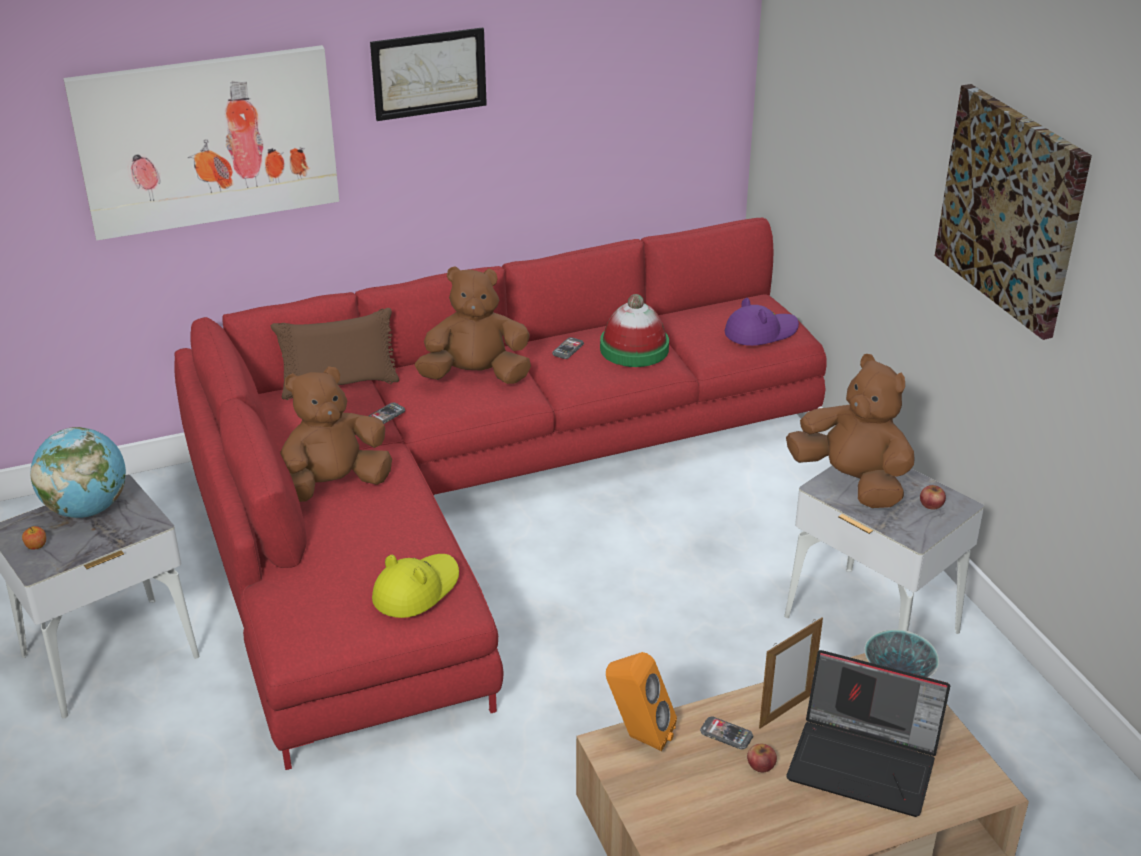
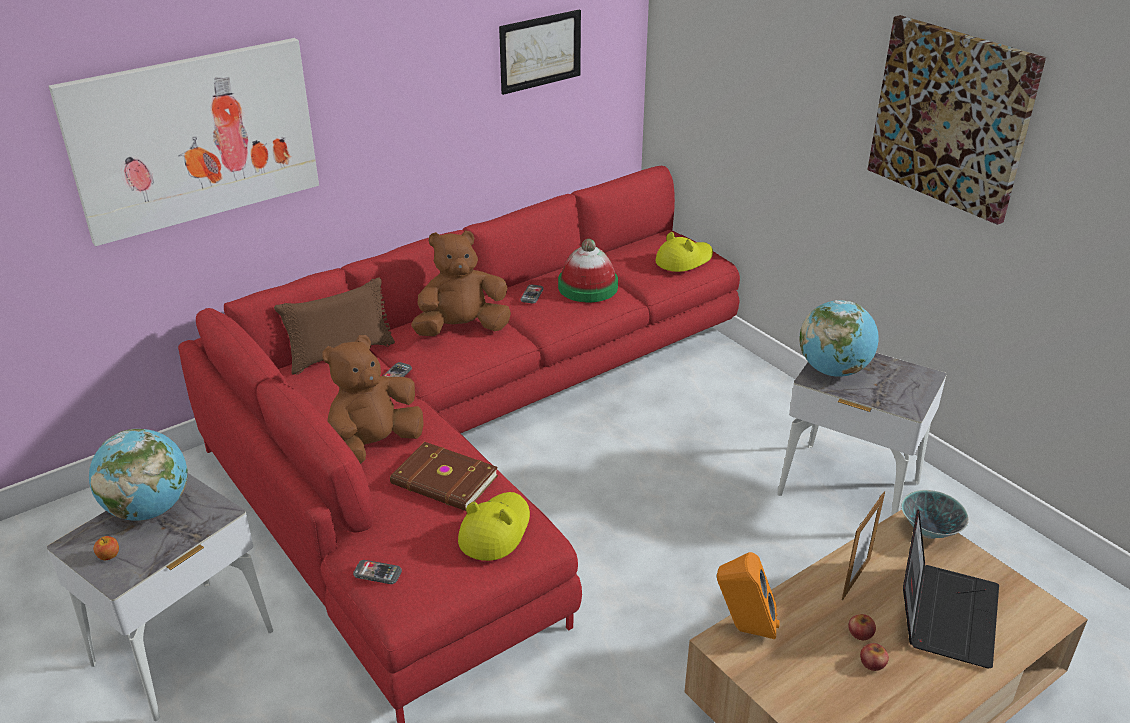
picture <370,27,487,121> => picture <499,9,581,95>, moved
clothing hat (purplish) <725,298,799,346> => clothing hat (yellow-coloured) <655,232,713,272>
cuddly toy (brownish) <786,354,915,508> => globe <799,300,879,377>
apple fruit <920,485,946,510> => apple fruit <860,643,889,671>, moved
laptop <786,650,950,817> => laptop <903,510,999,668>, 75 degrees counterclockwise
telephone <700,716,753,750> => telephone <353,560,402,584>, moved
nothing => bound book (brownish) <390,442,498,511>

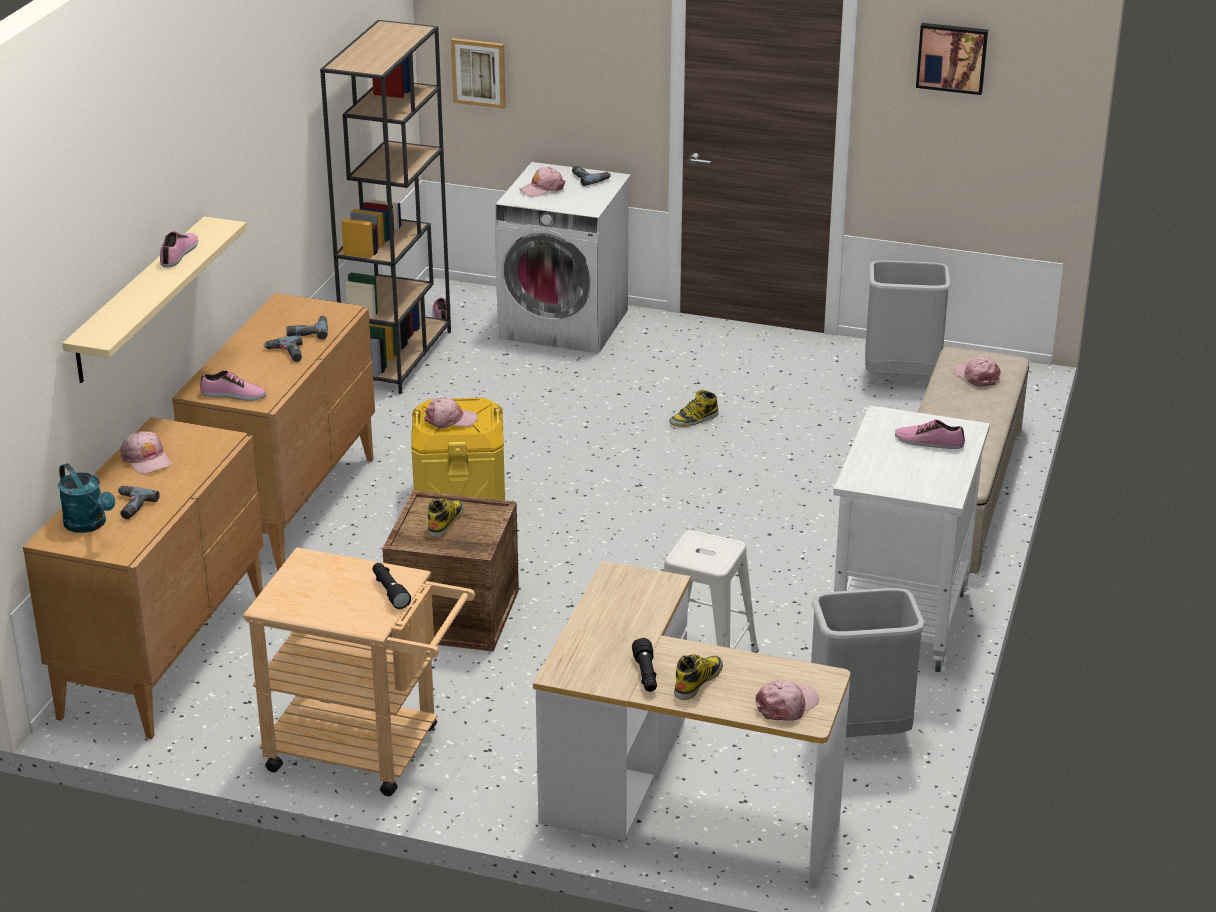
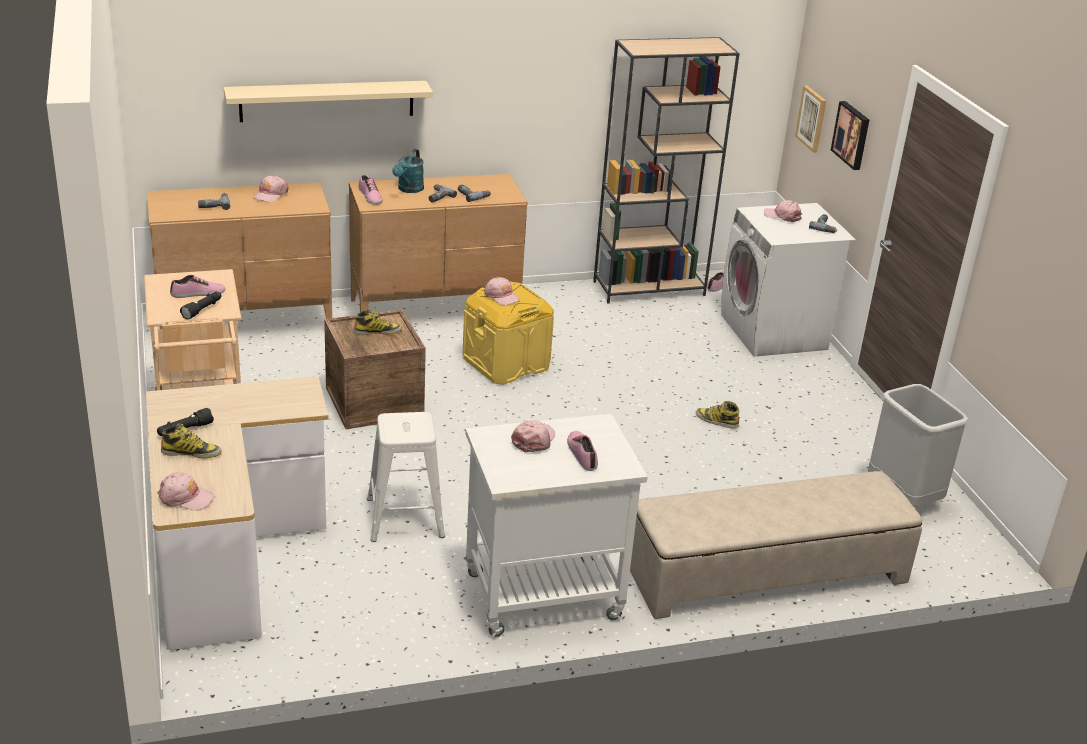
picture <916,23,988,95> => picture <831,101,869,170>, moved
item of footwear <160,231,198,268> => item of footwear <170,275,226,298>, moved
baseball cap (pinkish) <953,357,1001,387> => baseball cap (pinkish) <511,420,555,452>, moved
watering pot (blue-green) <58,463,115,533> => watering pot (blue-green) <392,149,424,193>, moved
rubbish bin (gray) <811,588,925,737> => nothing

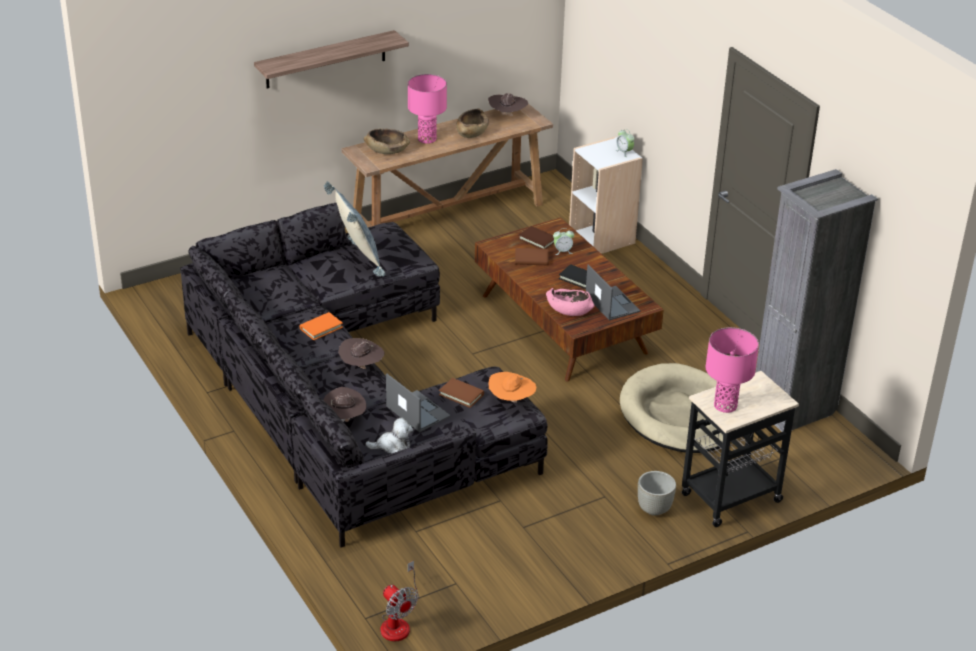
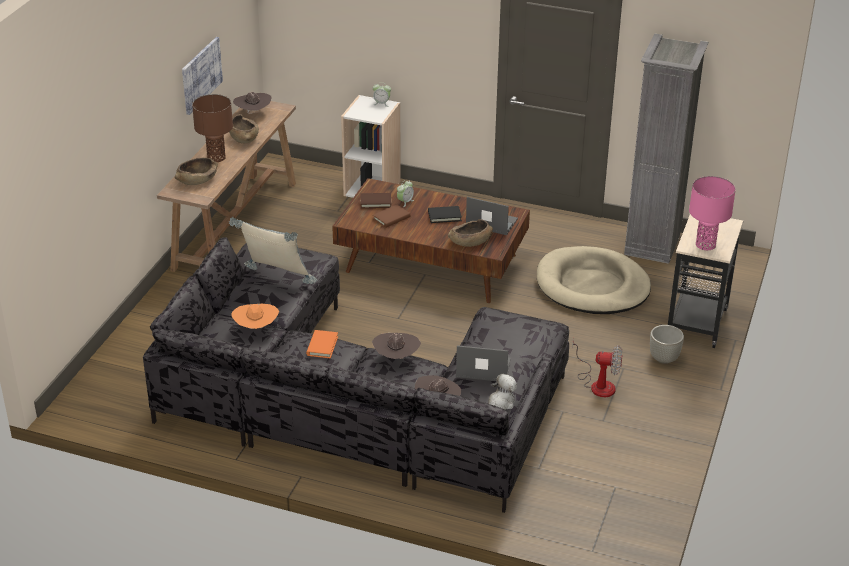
shelf <254,30,409,89> => nothing
lamp for a table (pinkish) <408,74,447,144> => lamp for a table (brownish) <192,94,233,162>
bowl (pinkish) <546,288,594,316> => bowl (brownish) <448,219,493,247>
clothing hat (orangey) <488,372,536,403> => clothing hat (orangey) <231,304,279,329>, moved
bound book (brownish) <439,378,484,408> => nothing
electric fan <380,561,419,641> => electric fan <572,338,622,397>, moved
nothing => picture <182,37,223,115>

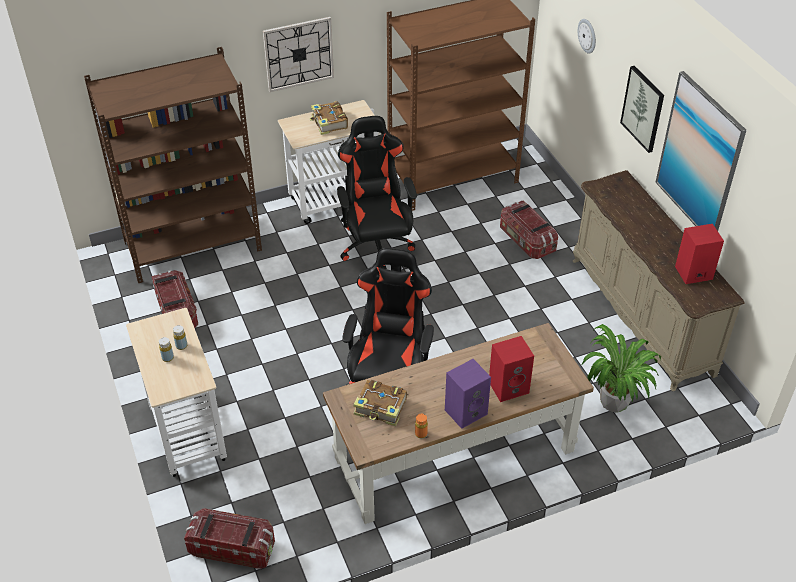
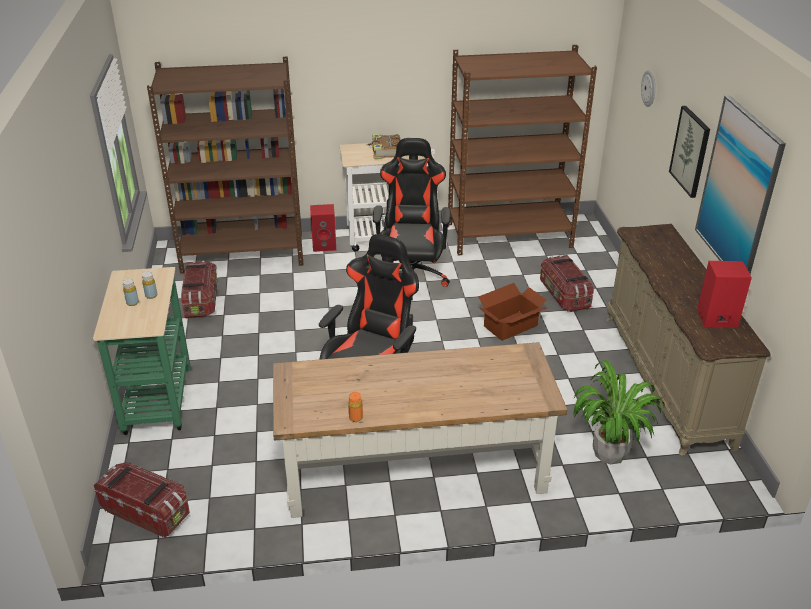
hanging clock <263,17,334,92> => nothing
cart (white) <126,308,227,477> => cart (greenish) <93,267,191,435>
speaker (red-coloured) <489,336,534,402> => speaker (red-coloured) <310,204,336,252>, moved
speaker (purplish) <445,359,491,429> => nothing
bound book <353,380,407,426> => nothing
nothing => packing box <478,283,547,341>

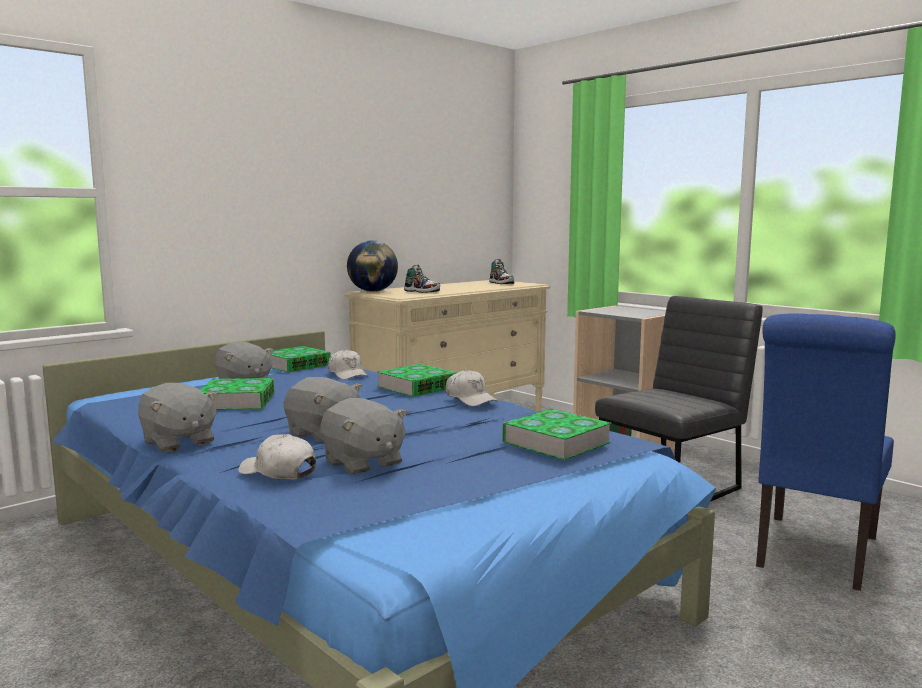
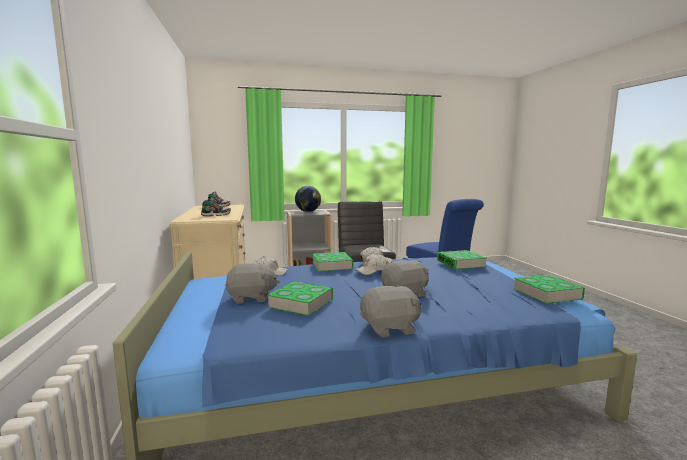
globe <347,240,398,292> => globe <295,186,321,212>, moved
bound book <270,346,331,372> => bound book <513,275,585,304>, moved
cuddly toy (gray) <321,398,408,475> => nothing
baseball cap (white) <238,434,316,480> => baseball cap (white) <355,253,388,275>, moved

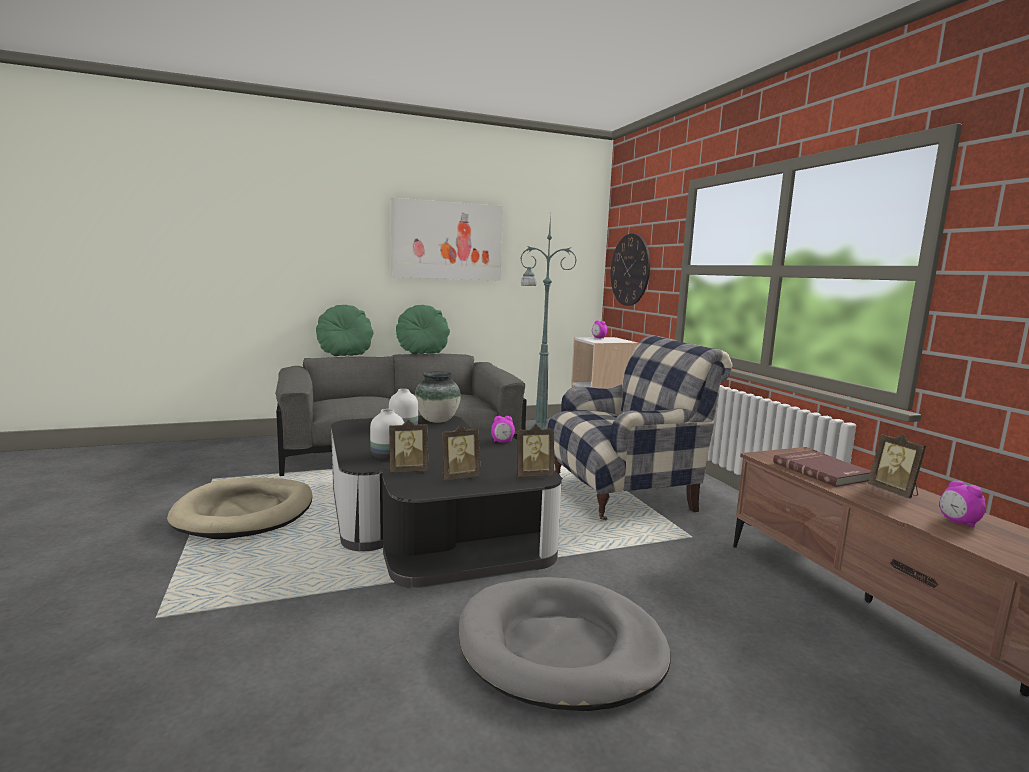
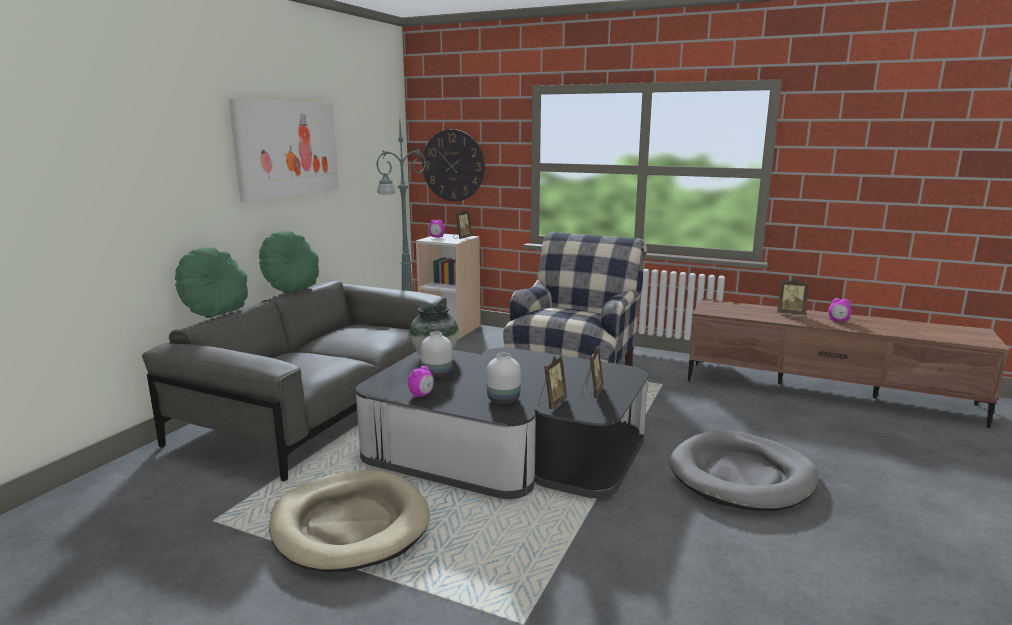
bedside clock <491,416,515,443> => bedside clock <408,366,434,398>, moved
picture frame <517,424,554,477> => picture frame <453,209,472,239>, moved
bound book (red-coloured) <773,450,871,487> => nothing

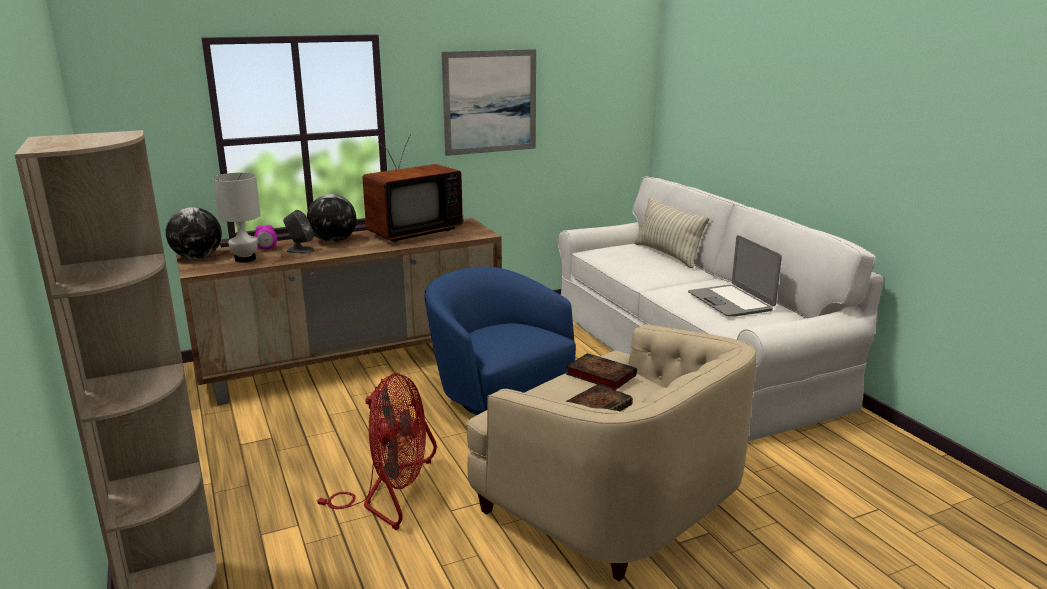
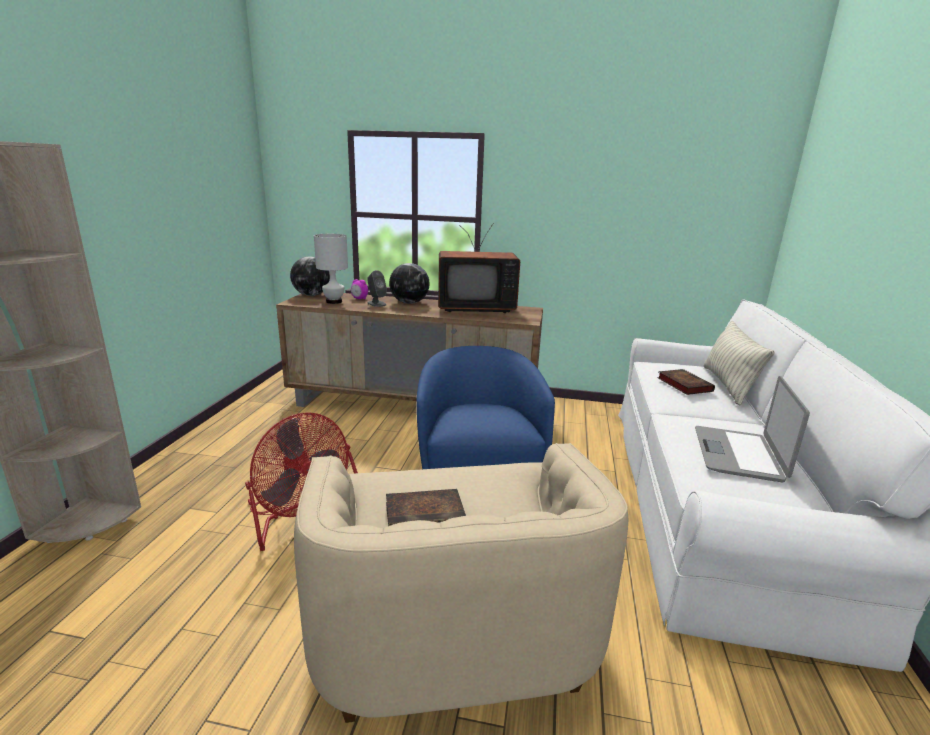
picture <441,49,536,156> => nothing
bound book <566,353,637,390> => bound book <657,369,715,395>, moved

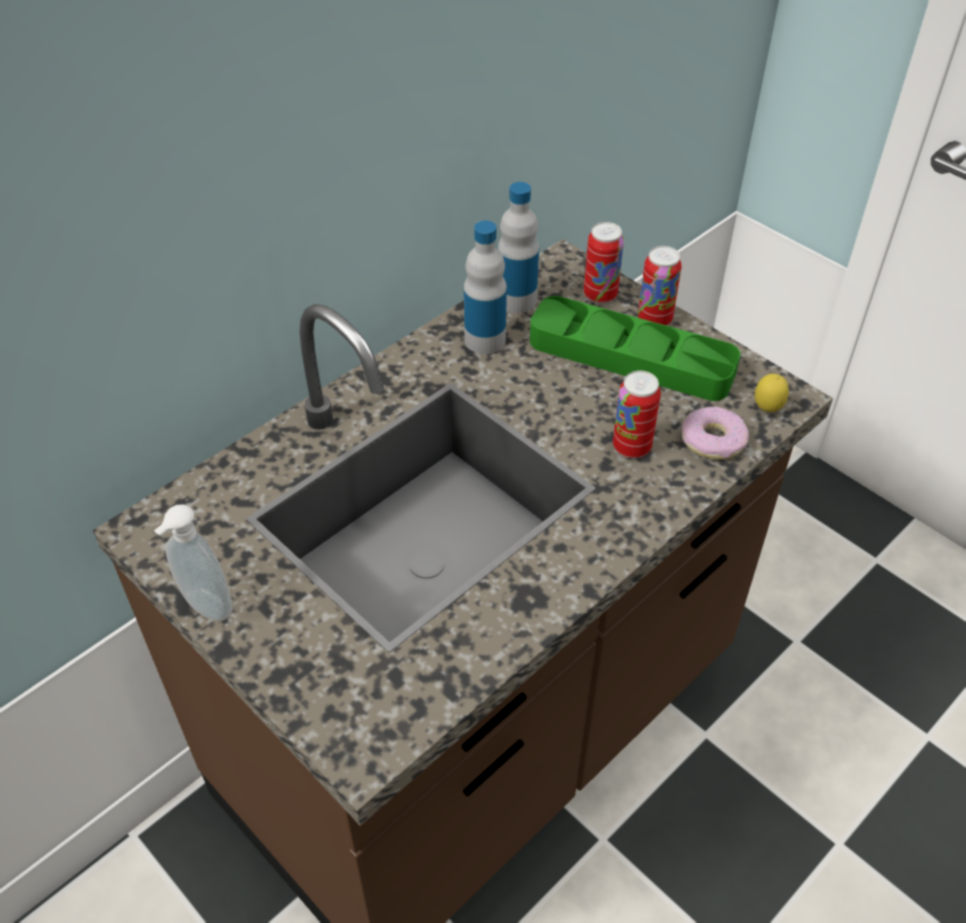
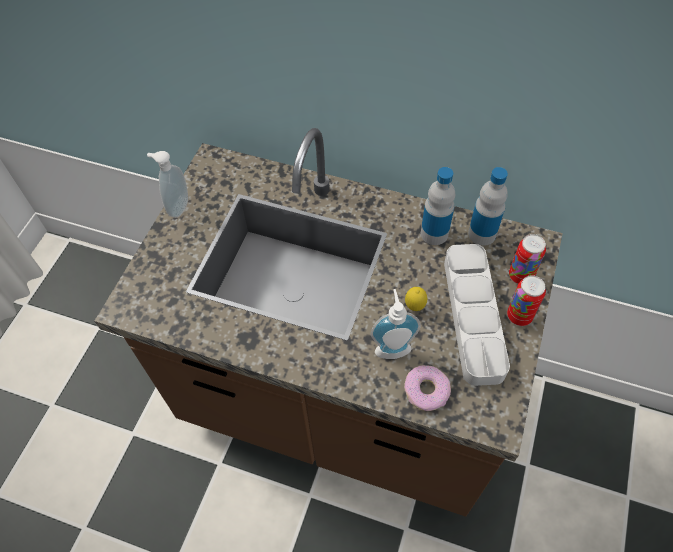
carrying tray (greenish) <530,296,741,401> => carrying tray (gray) <444,244,510,386>
sealed can <613,371,661,458> => soap bottle <371,289,421,359>
citrus fruit <755,374,789,412> => citrus fruit <405,287,427,311>, moved

